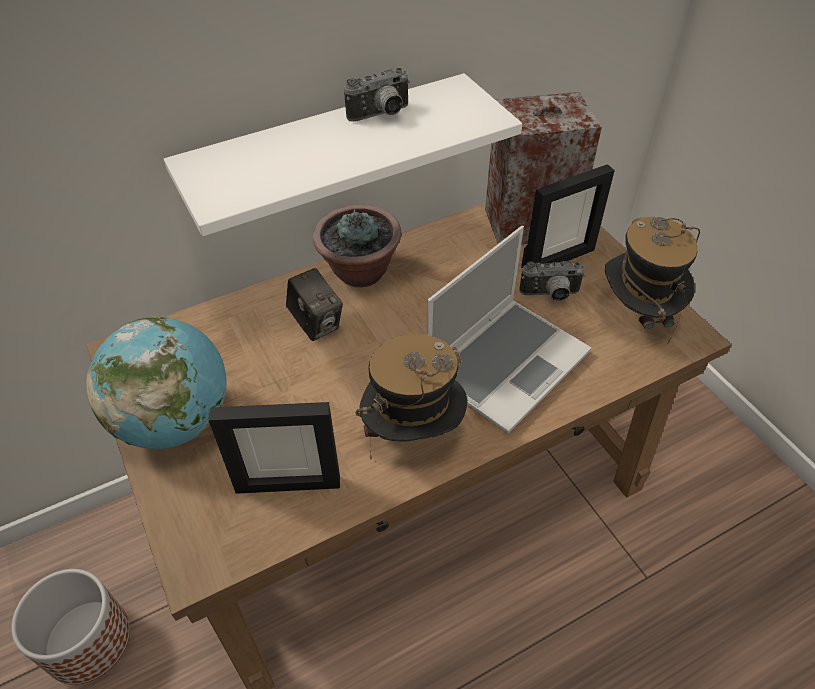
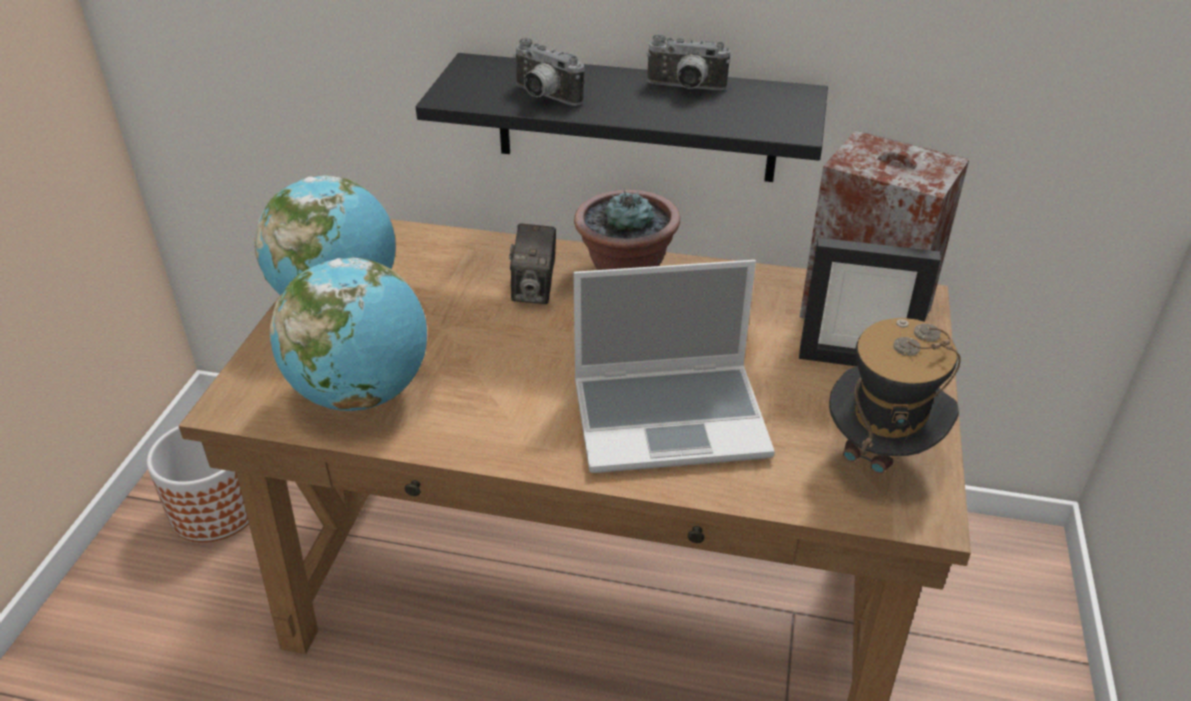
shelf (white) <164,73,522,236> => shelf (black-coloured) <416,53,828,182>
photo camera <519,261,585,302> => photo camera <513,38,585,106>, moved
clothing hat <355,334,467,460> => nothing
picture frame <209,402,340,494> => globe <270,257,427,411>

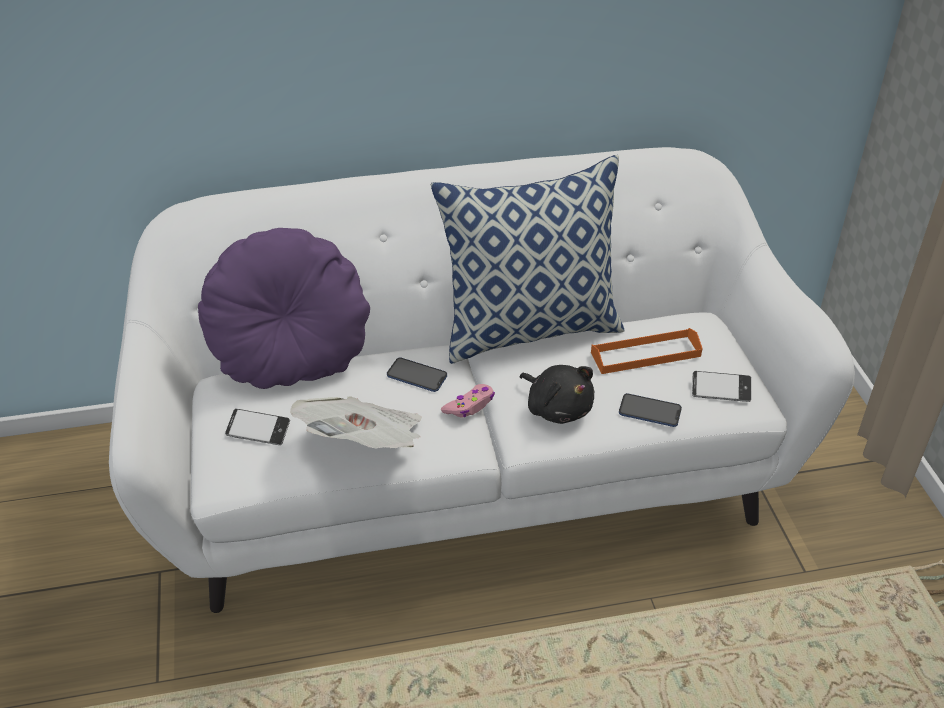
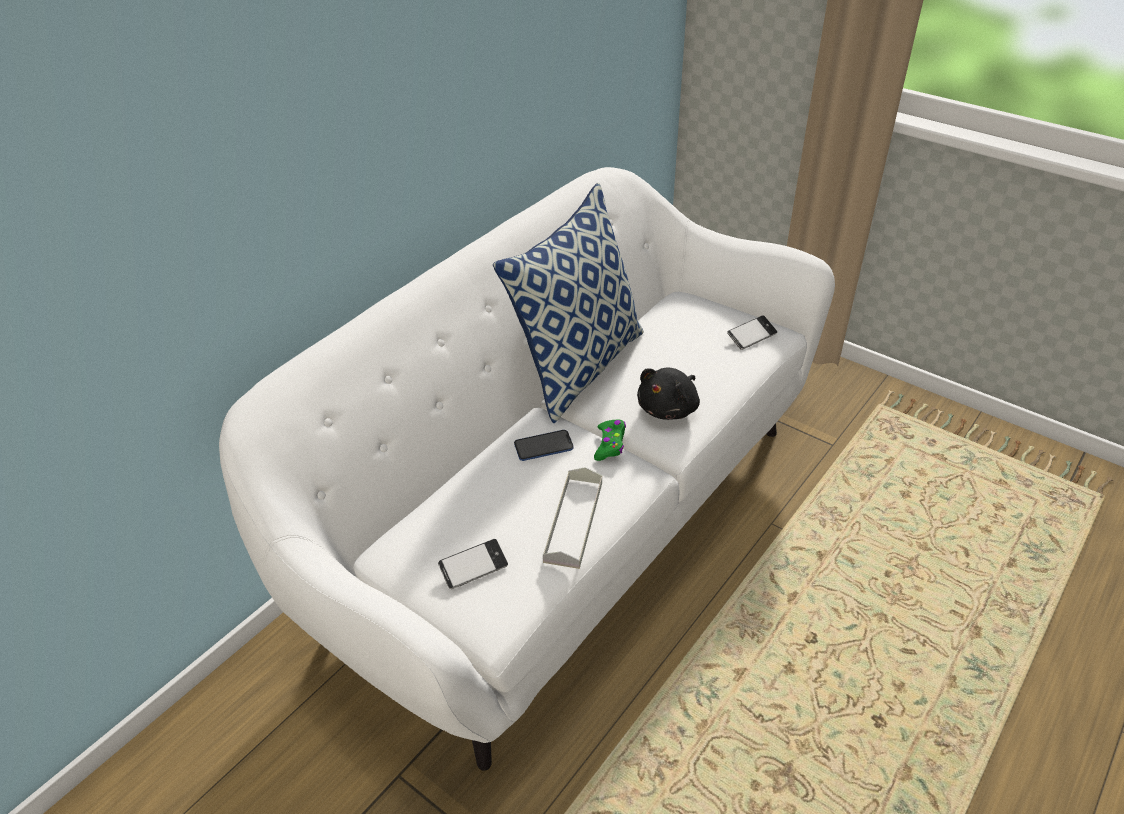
pillow (purplish) <198,228,370,389> => nothing
carrying tray (orangey) <591,328,703,374> => nothing
cuddly toy (black-coloured) <520,365,594,424> => cuddly toy (black-coloured) <637,368,700,420>, 120 degrees clockwise
joypad (pinkish) <441,384,495,418> => joypad (greenish) <594,420,626,461>
telephone <619,393,682,427> => nothing
daily paper <290,396,422,449> => carrying tray (gray) <543,467,602,569>

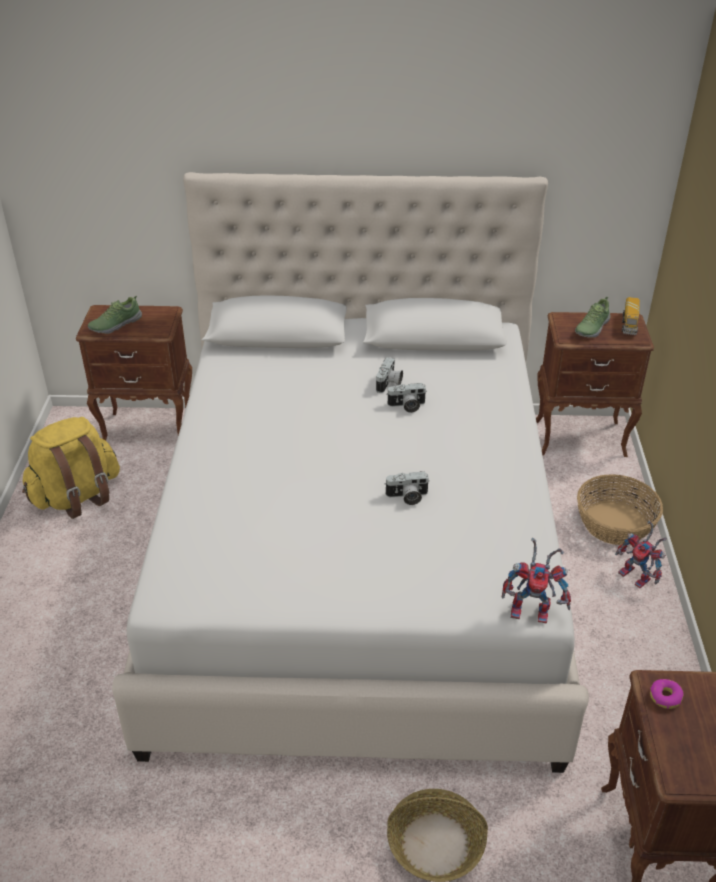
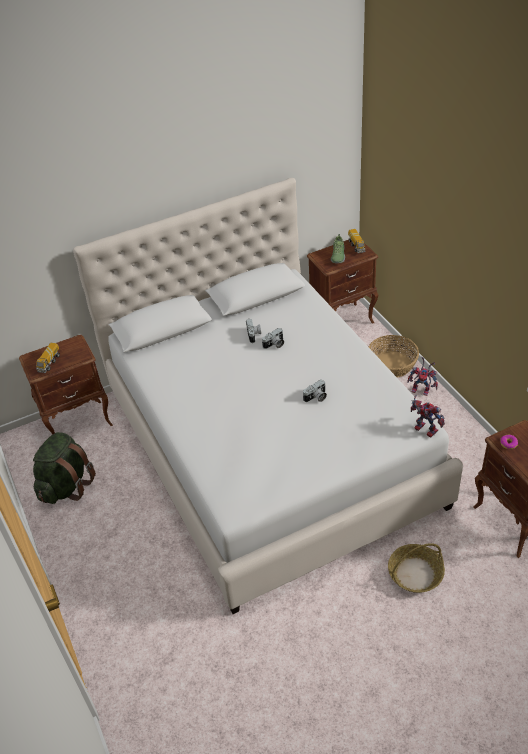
item of footwear <88,296,142,334> => toy truck <36,343,60,373>
backpack (yellow-coloured) <22,417,120,519> => backpack (greenish) <33,432,96,504>
robot figure <502,538,571,623> => robot figure <410,395,445,438>, 120 degrees counterclockwise

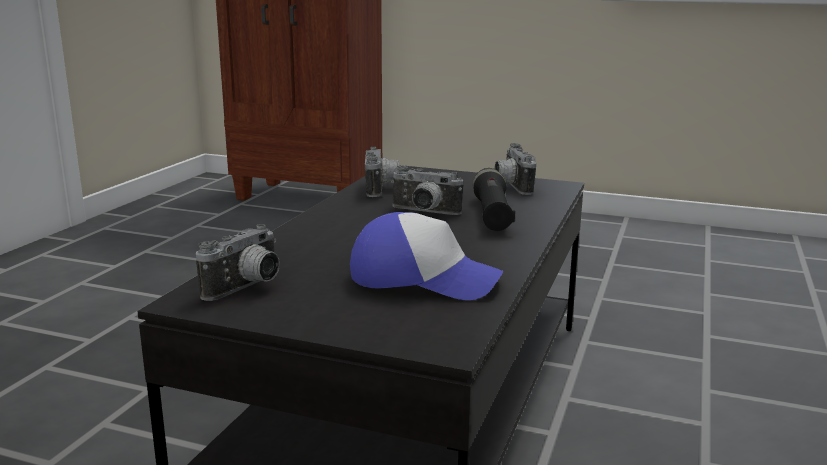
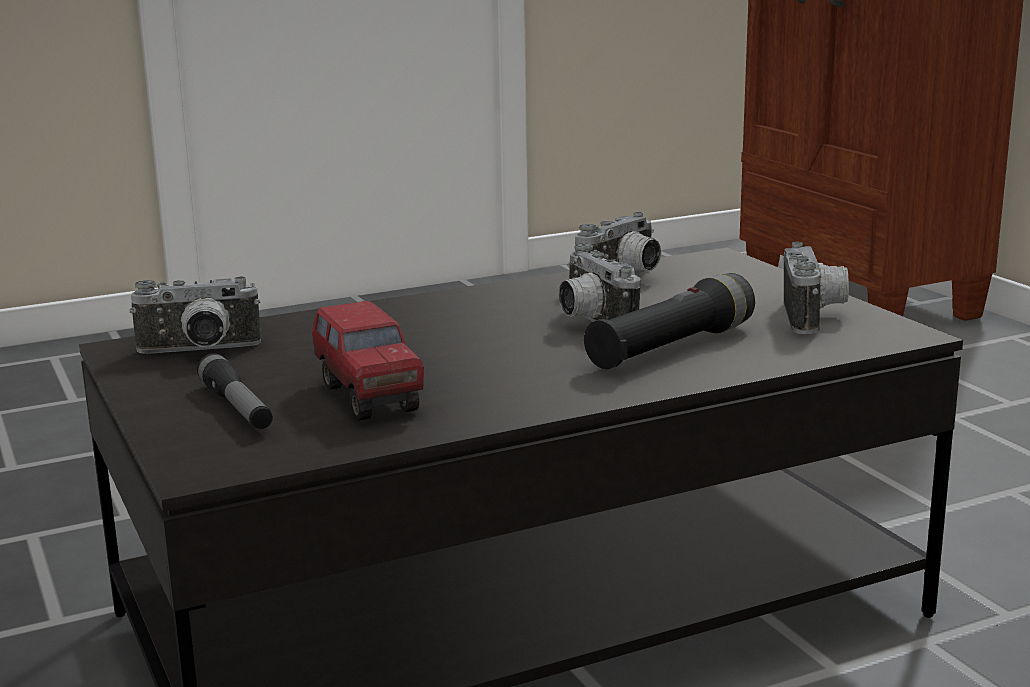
photo camera <494,143,536,195> => photo camera <784,242,849,334>, 150 degrees clockwise
baseball cap <350,212,503,300> => toy truck <312,301,424,421>
nothing => hand torch <197,353,273,429>

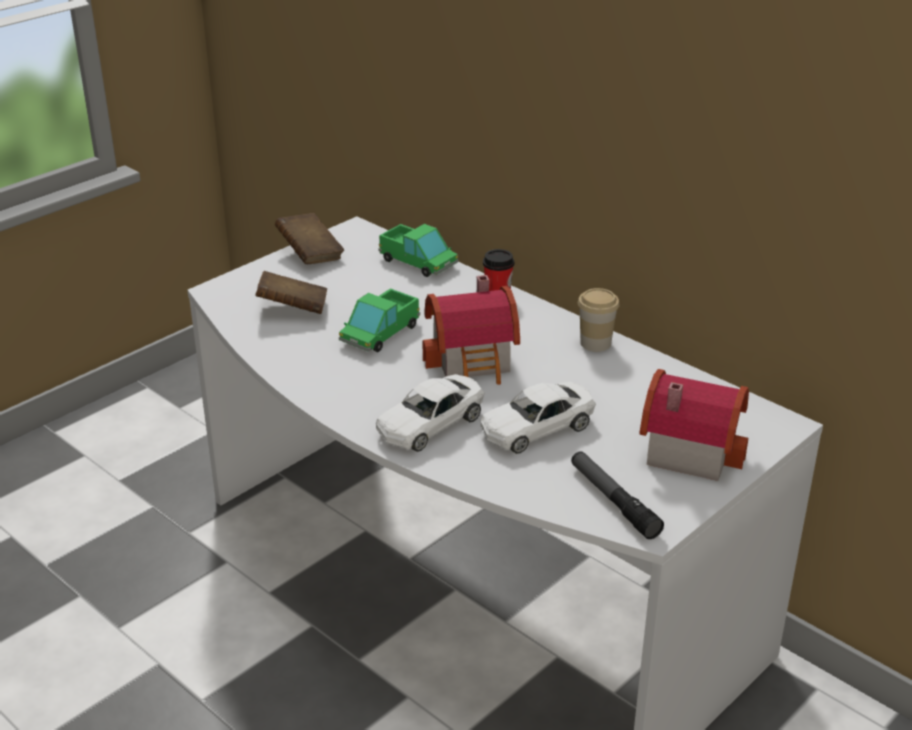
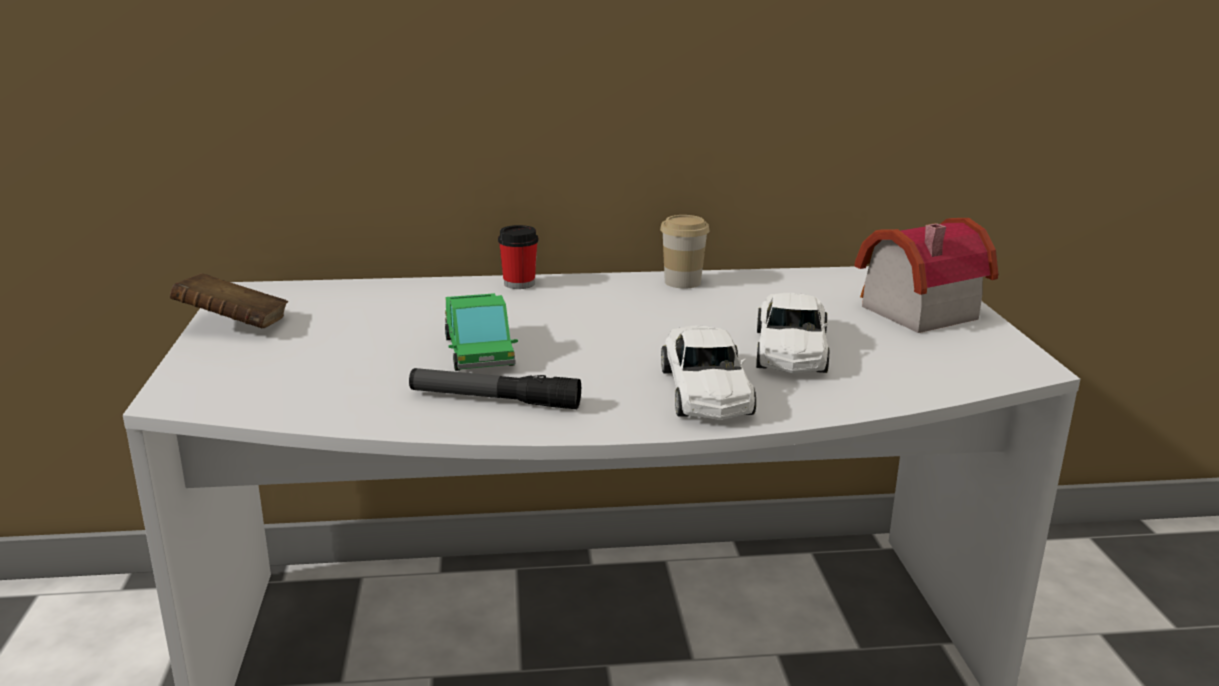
toy truck <378,224,459,277> => nothing
bound book (brownish) <255,271,327,314> => nothing
toy house <423,275,520,385> => nothing
hand torch <571,451,664,539> => hand torch <409,368,581,409>, moved

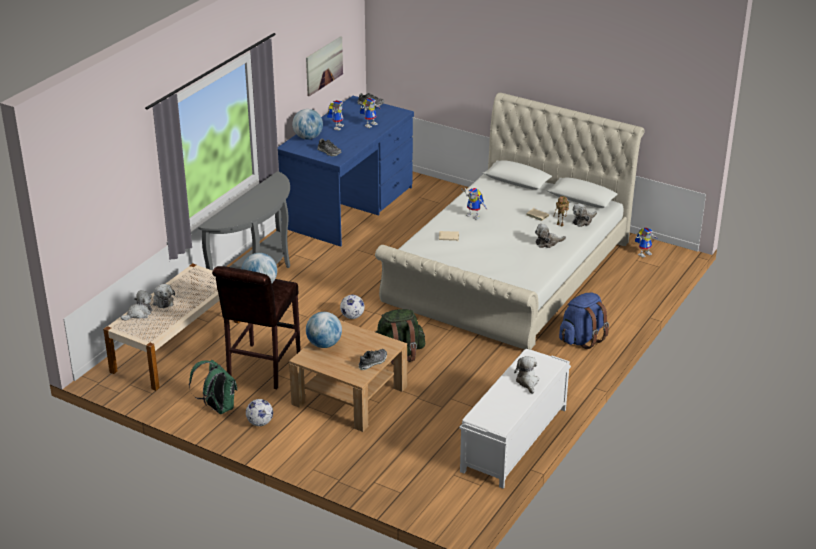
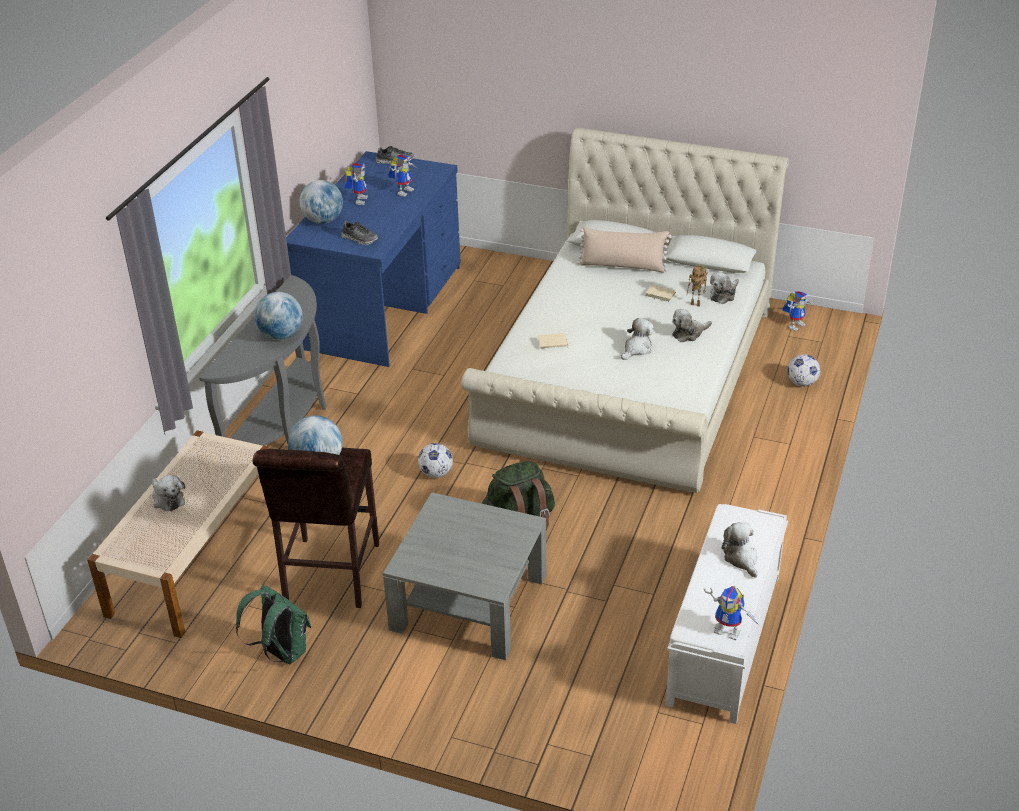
picture <306,36,343,96> => nothing
robot figure <462,188,487,220> => robot figure <704,586,759,640>, moved
cuddly toy <121,290,152,320> => cuddly toy <621,318,654,360>, moved
backpack (blue-coloured) <559,293,609,349> => nothing
globe <306,312,342,348> => globe <254,292,303,340>, moved
lounge table (brownish) <289,320,407,432> => lounge table (gray) <383,493,546,660>
item of footwear <358,349,387,370> => nothing
football ball <246,399,273,426> => football ball <787,354,821,387>, moved
nothing => pillow (beige-coloured) <577,227,672,273>

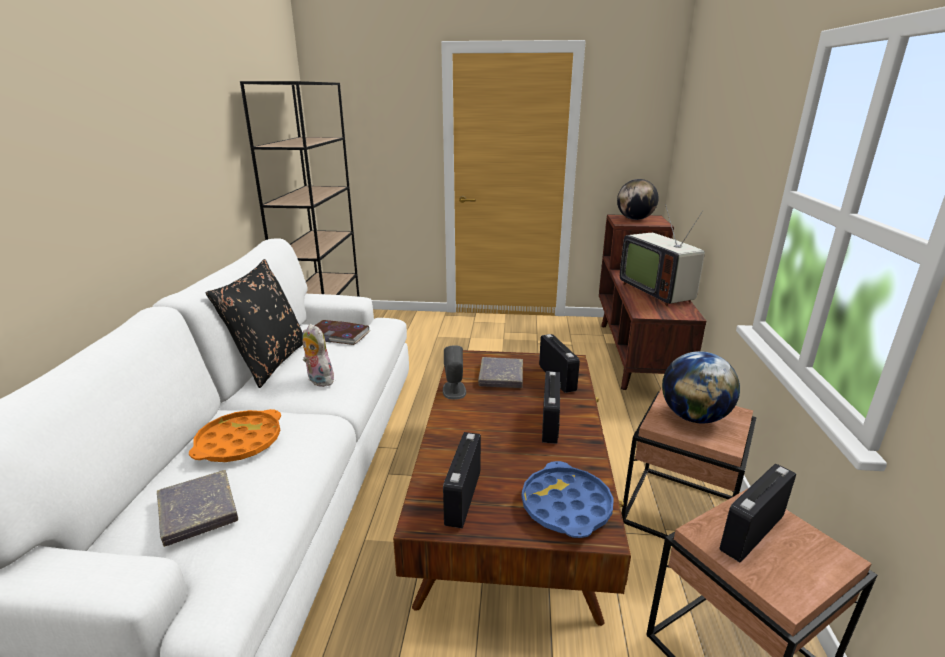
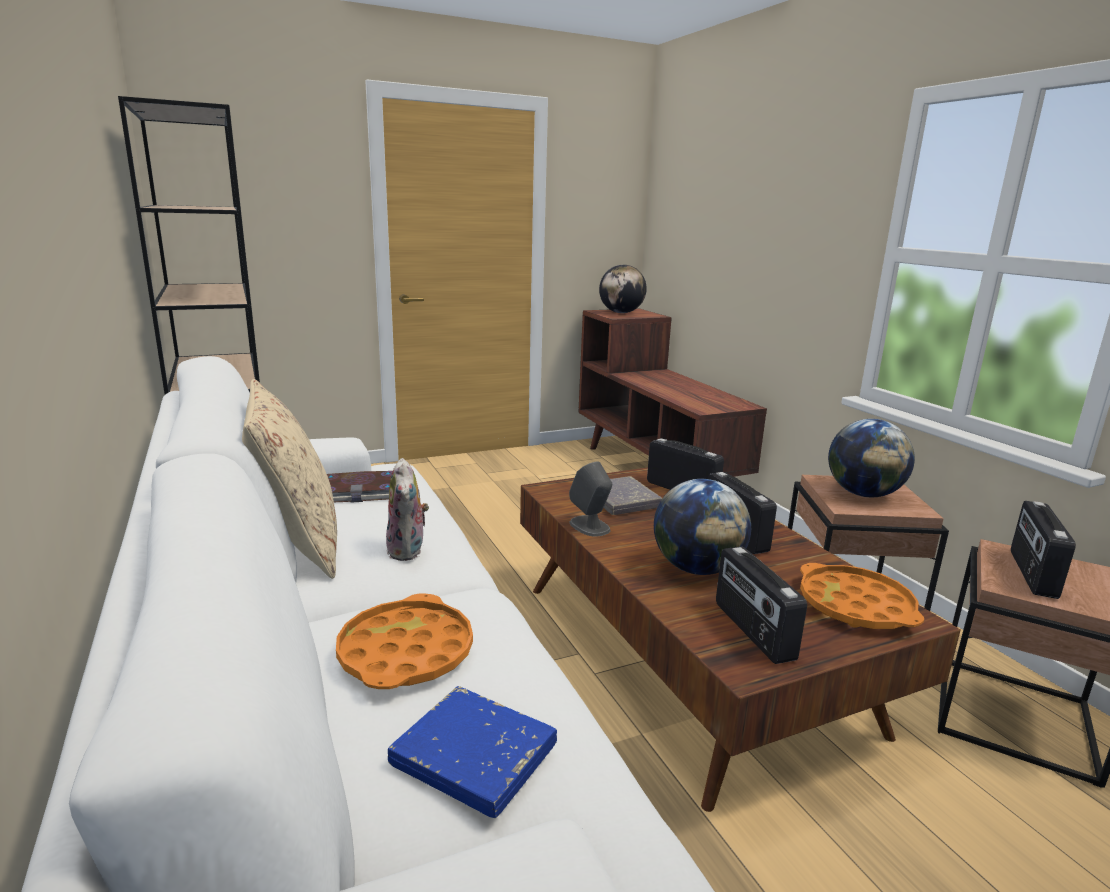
TV <620,204,705,306> => nothing
pillow (black-coloured) <206,259,303,388> => pillow (beige-coloured) <242,379,337,579>
cuddly toy <302,324,334,387> => cuddly toy <386,458,429,561>, 120 degrees counterclockwise
carrying tray (blue-coloured) <521,461,614,538> => carrying tray (orangey) <800,563,924,629>
bound book (gray) <157,470,238,547> => bound book (blue-coloured) <388,686,557,818>
nothing => globe <654,479,751,575>

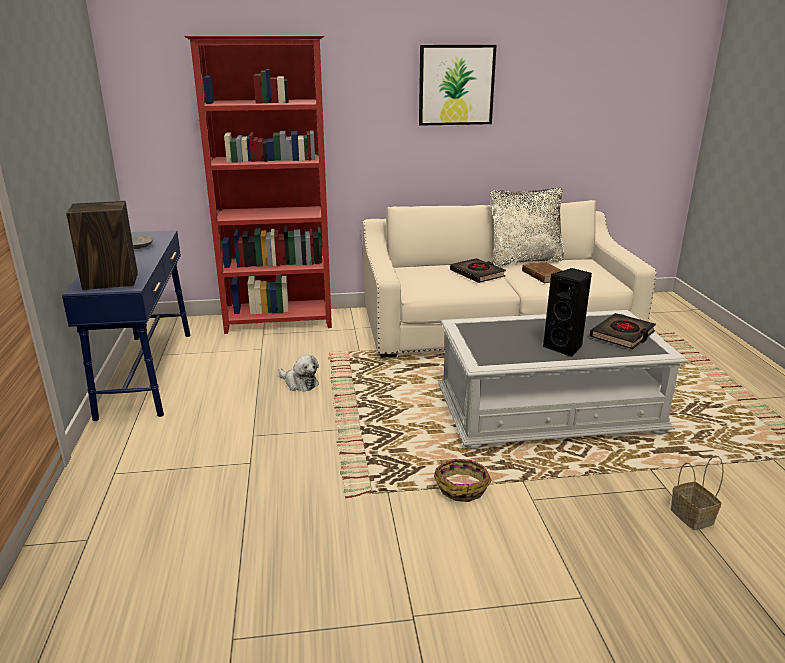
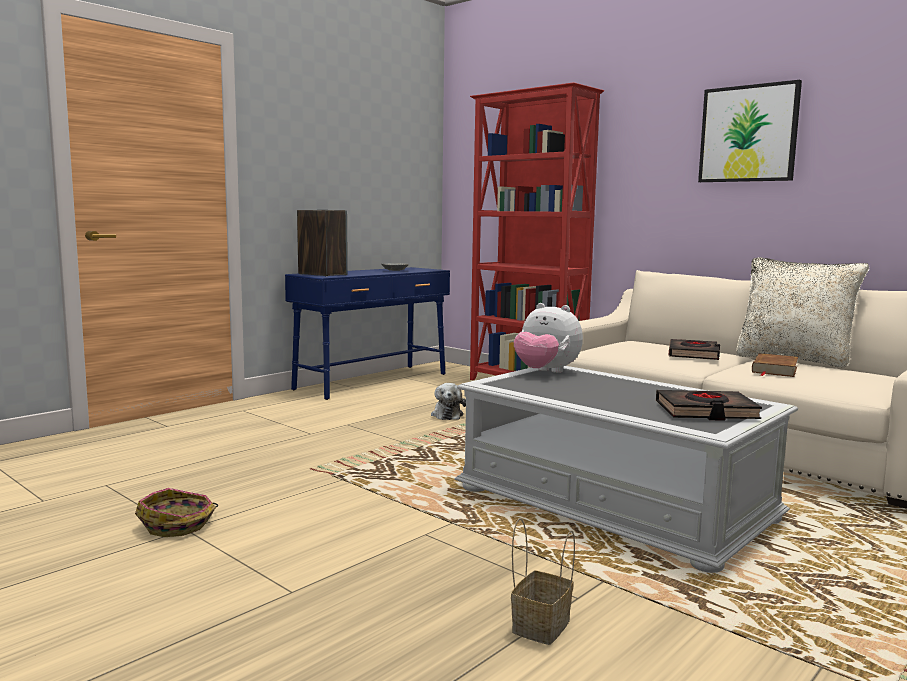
speaker (black-coloured) <543,268,592,357> => nothing
storage basket <434,459,492,502> => storage basket <135,488,218,537>, moved
nothing => cuddly toy <514,303,583,373>

